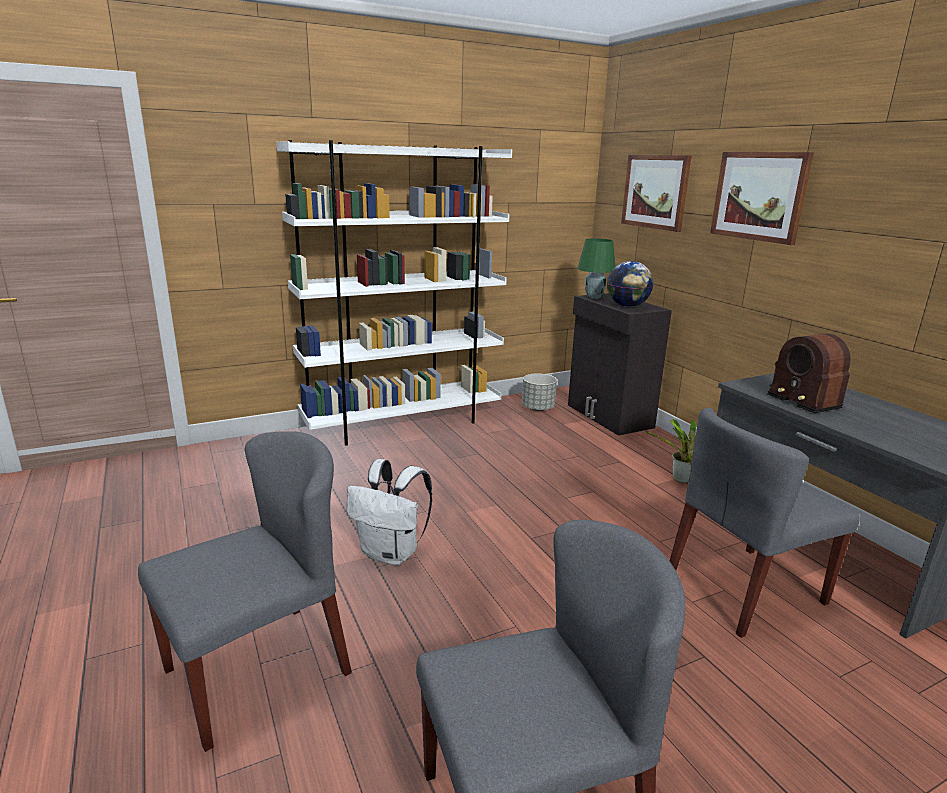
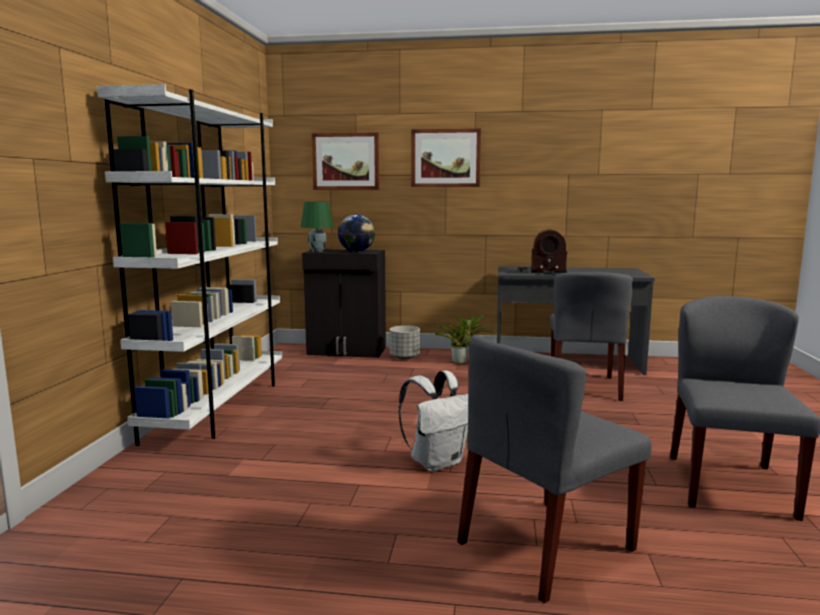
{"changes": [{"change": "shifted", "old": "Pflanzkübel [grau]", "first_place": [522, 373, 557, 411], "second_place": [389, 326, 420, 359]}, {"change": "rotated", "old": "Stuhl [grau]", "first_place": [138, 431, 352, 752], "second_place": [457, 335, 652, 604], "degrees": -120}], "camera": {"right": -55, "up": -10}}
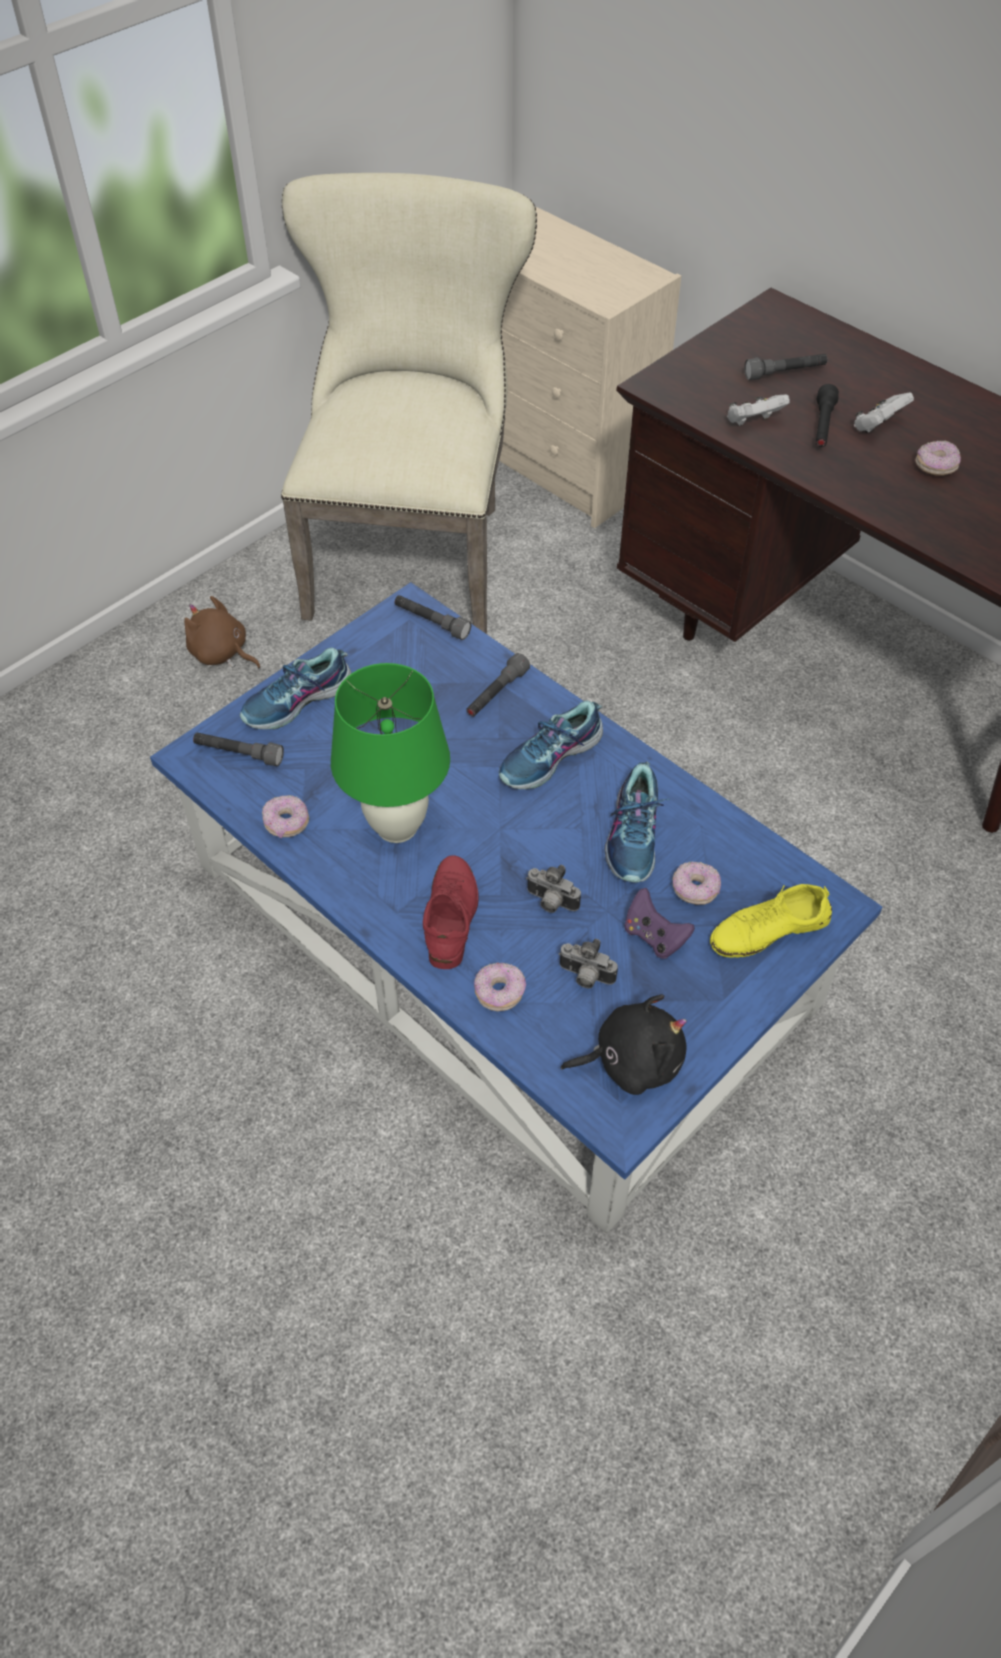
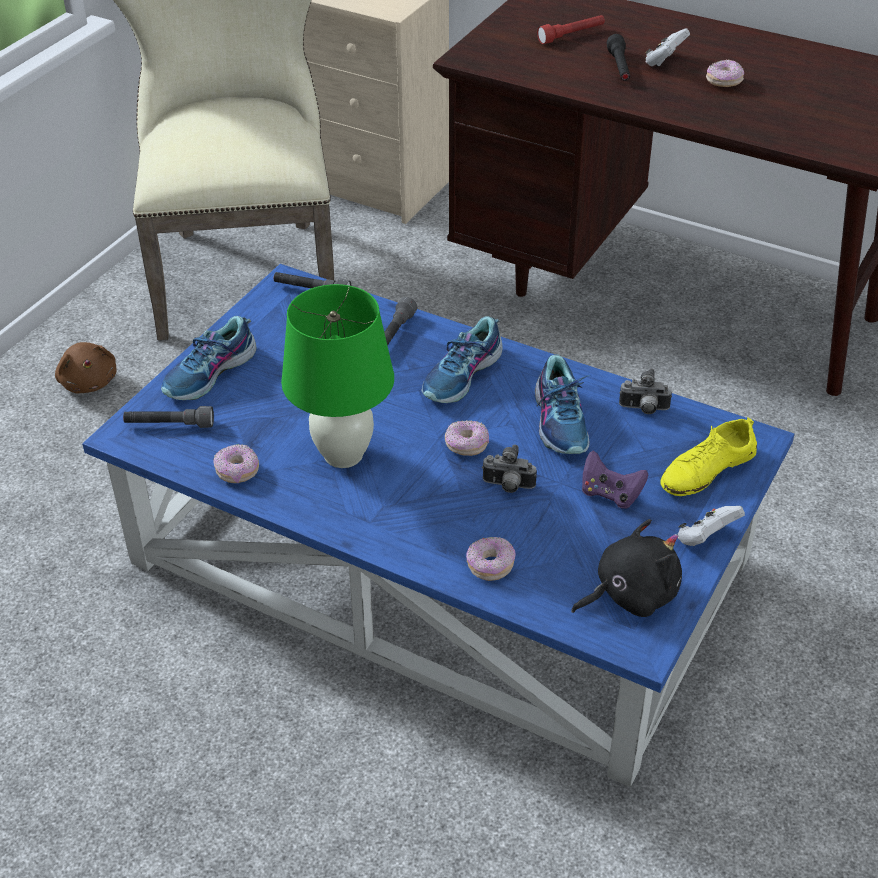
{"changes": [{"change": "repainted", "old": "Taschenlampe [grau]", "new": "Taschenlampe [rot]", "first_place": [744, 354, 828, 380], "second_place": [537, 15, 605, 44]}, {"change": "shifted", "old": "Gamepad [weiß]", "first_place": [727, 394, 790, 426], "second_place": [678, 506, 745, 546]}, {"change": "rotated", "old": "Plüschtier [braun]", "first_place": [184, 596, 261, 668], "second_place": [55, 342, 117, 393], "degrees": -135}, {"change": "gone", "old": "Schuh [rot]", "first_place": [423, 855, 479, 969]}, {"change": "shifted", "old": "Donut", "first_place": [673, 862, 721, 905], "second_place": [445, 420, 489, 456]}, {"change": "shifted", "old": "Kamera", "first_place": [559, 939, 618, 989], "second_place": [619, 369, 672, 414]}], "camera": {"right": -15, "up": -10}}
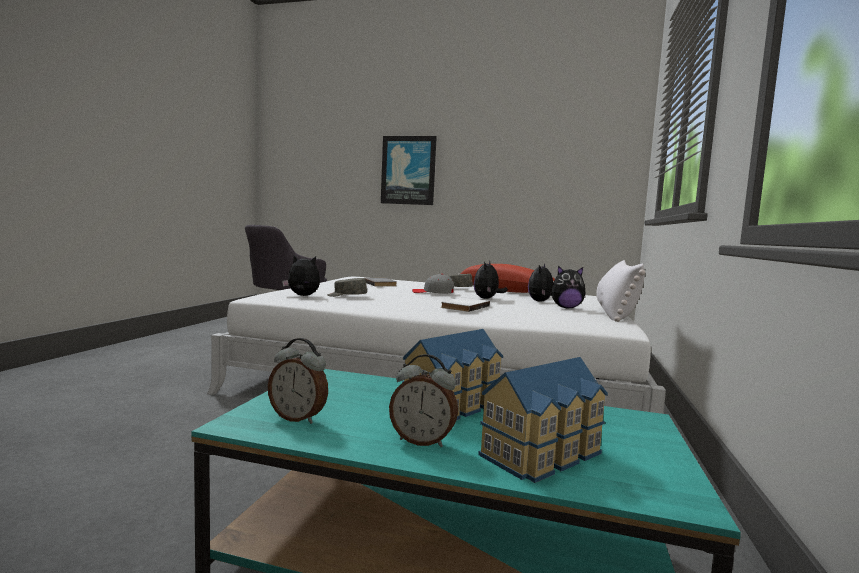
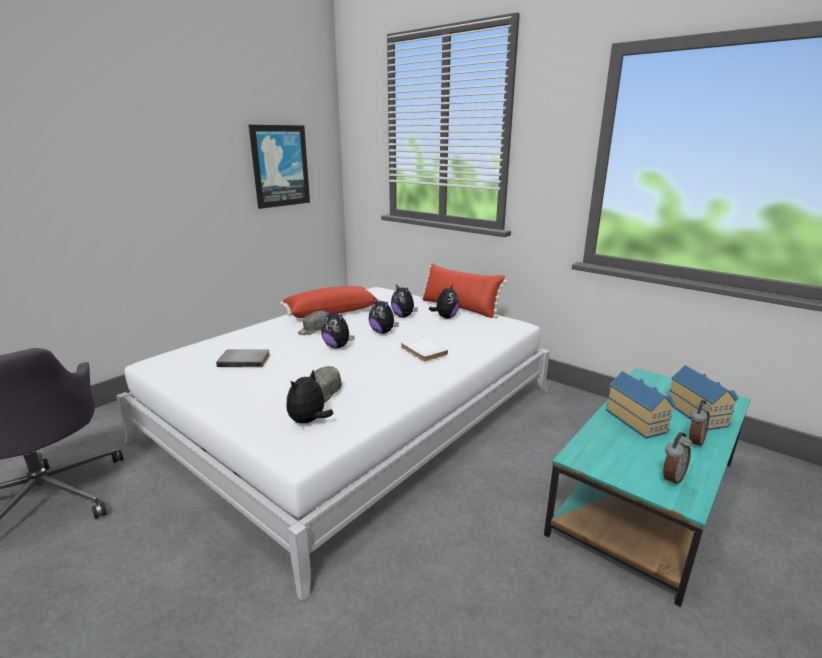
{"changes": [{"change": "shifted", "old": "Bild", "first_place": [381, 136, 437, 205], "second_place": [249, 125, 310, 209]}, {"change": "repainted", "old": "Kissen [weiß]", "new": "Kissen [rot]", "first_place": [596, 260, 645, 322], "second_place": [421, 263, 507, 318]}, {"change": "swapped", "old": "Kappe [grau]", "new": "Plüschtier", "first_place": [412, 274, 454, 293], "second_place": [321, 309, 355, 348]}], "camera": {"right": -65, "up": 15}}
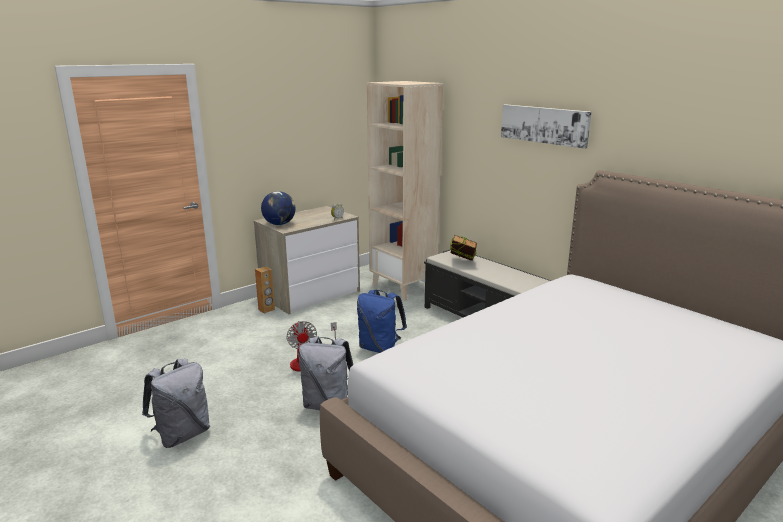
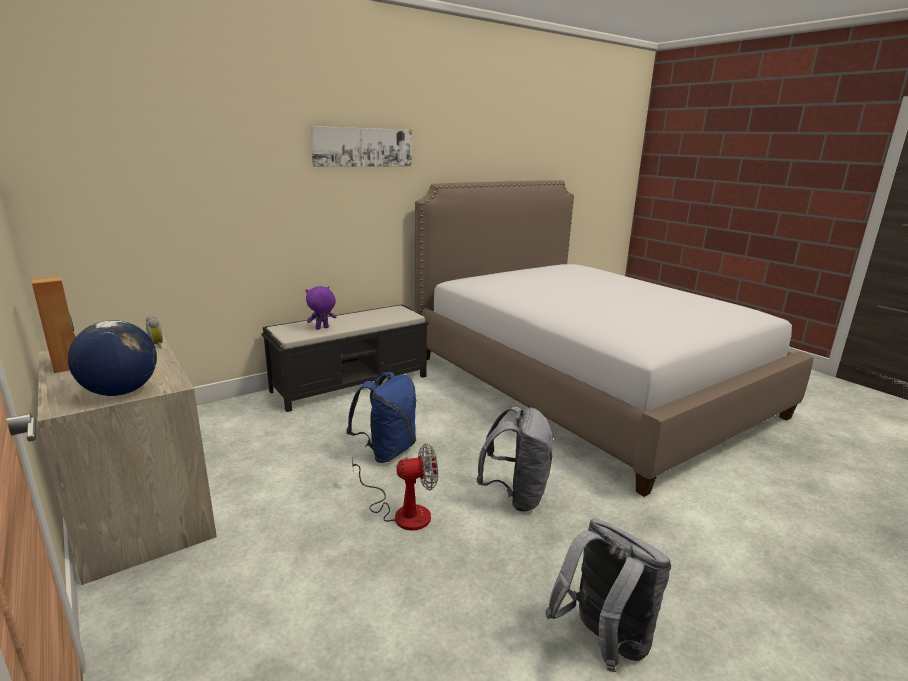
{"changes": [{"change": "gone", "old": "Bücherregal [beige]", "first_place": [367, 81, 443, 301]}, {"change": "swapped", "old": "Buch", "new": "Plüschtier [lila]", "first_place": [450, 235, 477, 261], "second_place": [305, 286, 336, 330]}, {"change": "shifted", "old": "Lautsprecher [braun]", "first_place": [255, 266, 275, 314], "second_place": [31, 275, 76, 373]}], "camera": {"right": -85, "up": 0}}
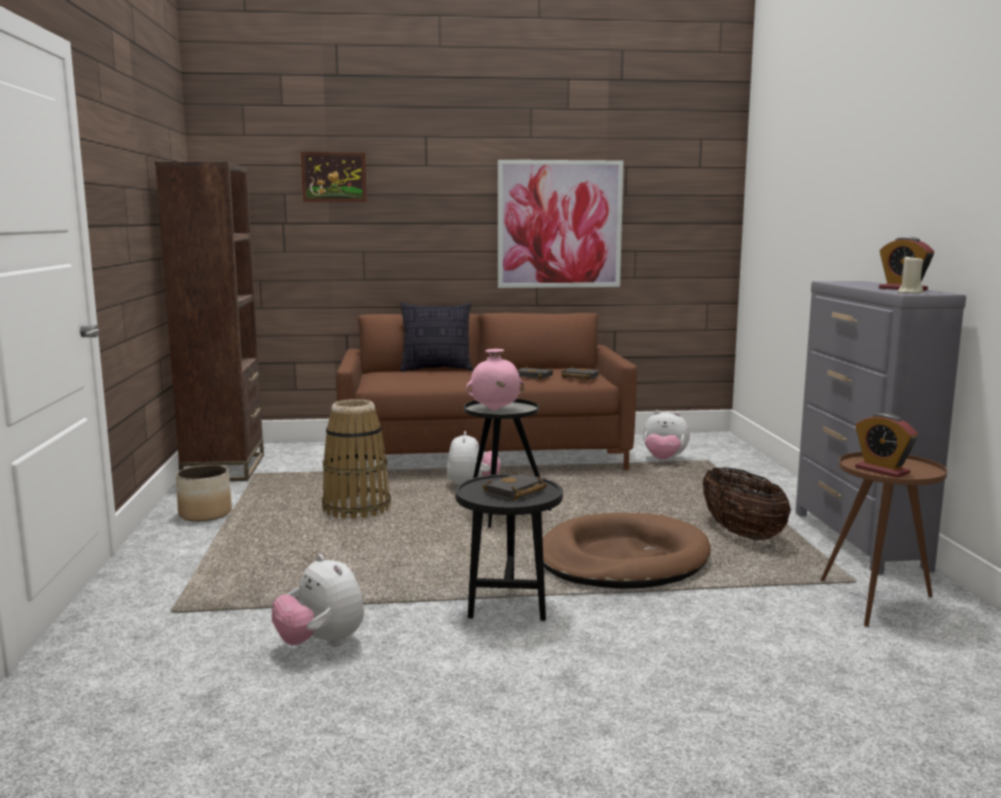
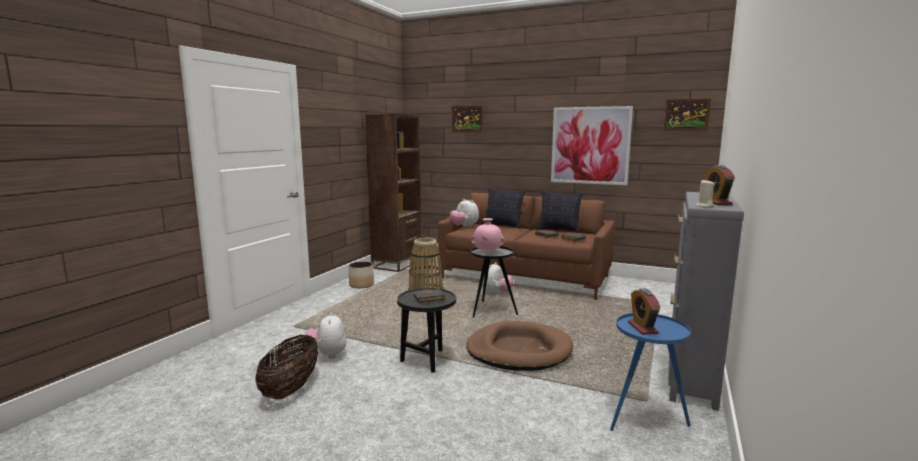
{"changes": [{"change": "shifted", "old": "Plüschtier", "first_place": [643, 410, 690, 460], "second_place": [450, 199, 479, 227]}, {"change": "repainted", "old": "Beistelltisch [braun]", "new": "Beistelltisch [blau]", "first_place": [821, 452, 947, 627], "second_place": [610, 313, 691, 431]}, {"change": "shifted", "old": "Korb", "first_place": [703, 467, 791, 540], "second_place": [255, 335, 318, 399]}, {"change": "new", "new": "Bild", "second_place": [663, 98, 711, 131]}, {"change": "new", "new": "Kissen", "second_place": [537, 190, 583, 233]}], "camera": {"right": 30, "up": 0}}
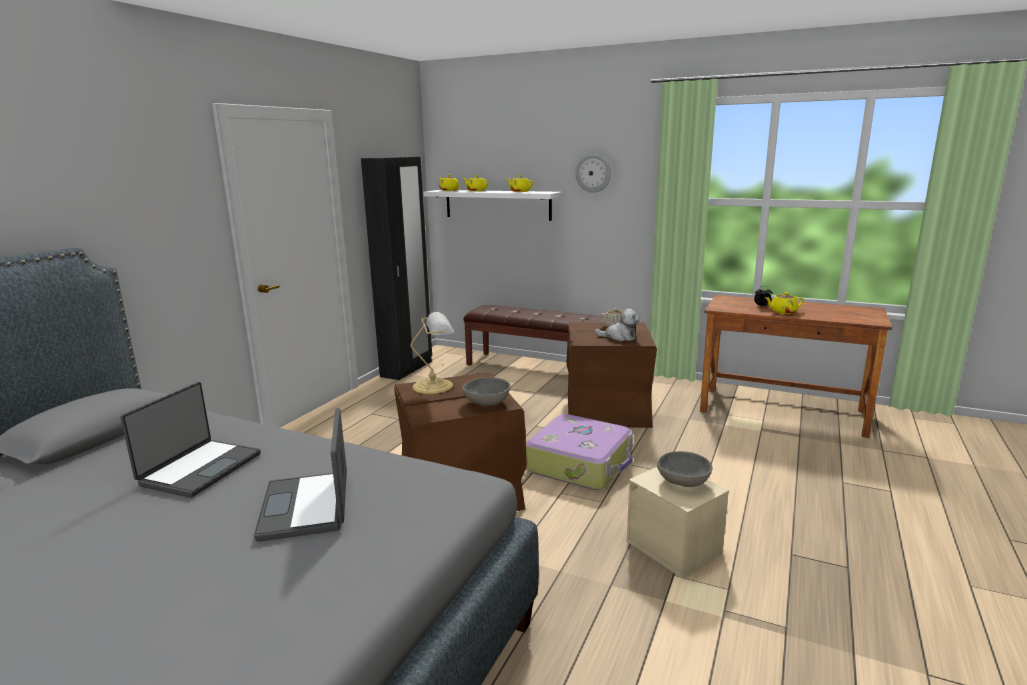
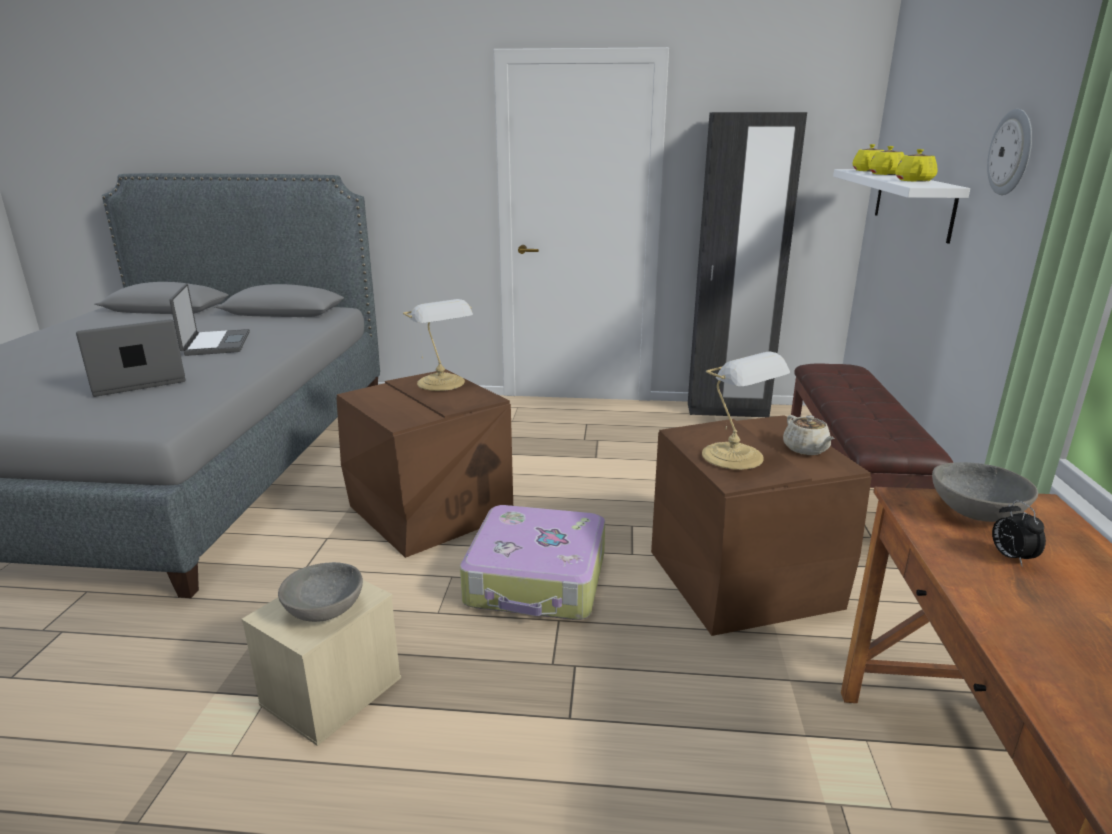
{"changes": [{"change": "gone", "old": "Teekanne [gelb]", "first_place": [764, 292, 804, 314]}, {"change": "swapped", "old": "Plüschtier", "new": "Tischlampe", "first_place": [595, 309, 640, 341], "second_place": [702, 351, 790, 470]}, {"change": "shifted", "old": "Schüssel [grau]", "first_place": [462, 377, 511, 406], "second_place": [932, 462, 1038, 522]}, {"change": "rotated", "old": "Laptop", "first_place": [120, 382, 261, 498], "second_place": [169, 284, 250, 356], "degrees": -105}], "camera": {"right": 70, "up": 5}}
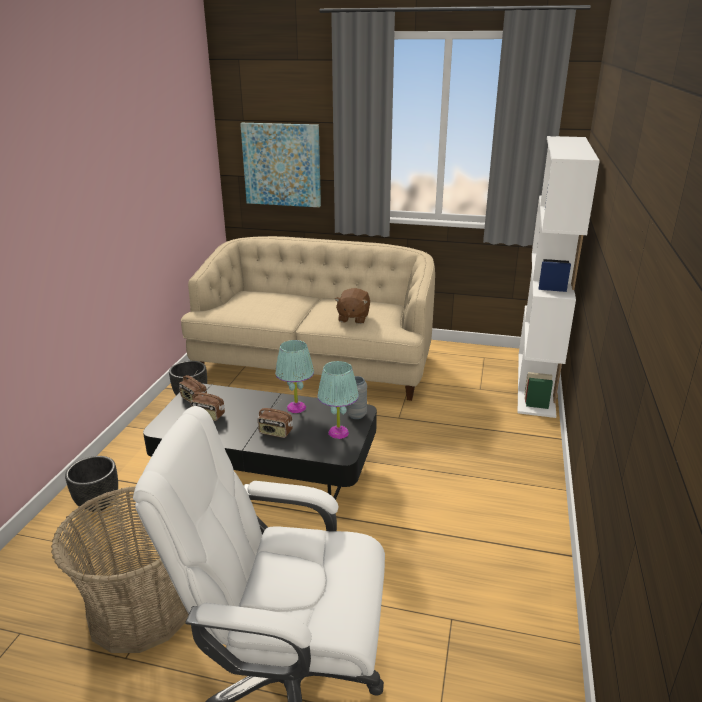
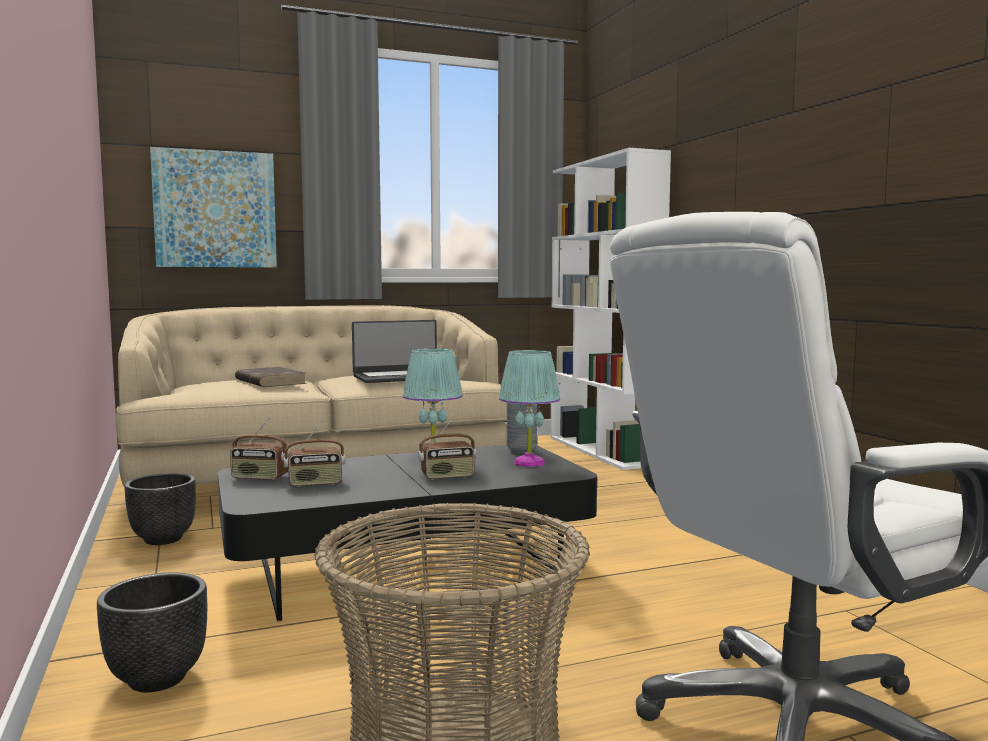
{"changes": [{"change": "swapped", "old": "Plüschtier [braun]", "new": "Laptop", "first_place": [335, 288, 370, 324], "second_place": [352, 320, 437, 383]}, {"change": "new", "new": "Buch [braun]", "second_place": [235, 367, 307, 387]}], "camera": {"right": -35, "up": -20}}
